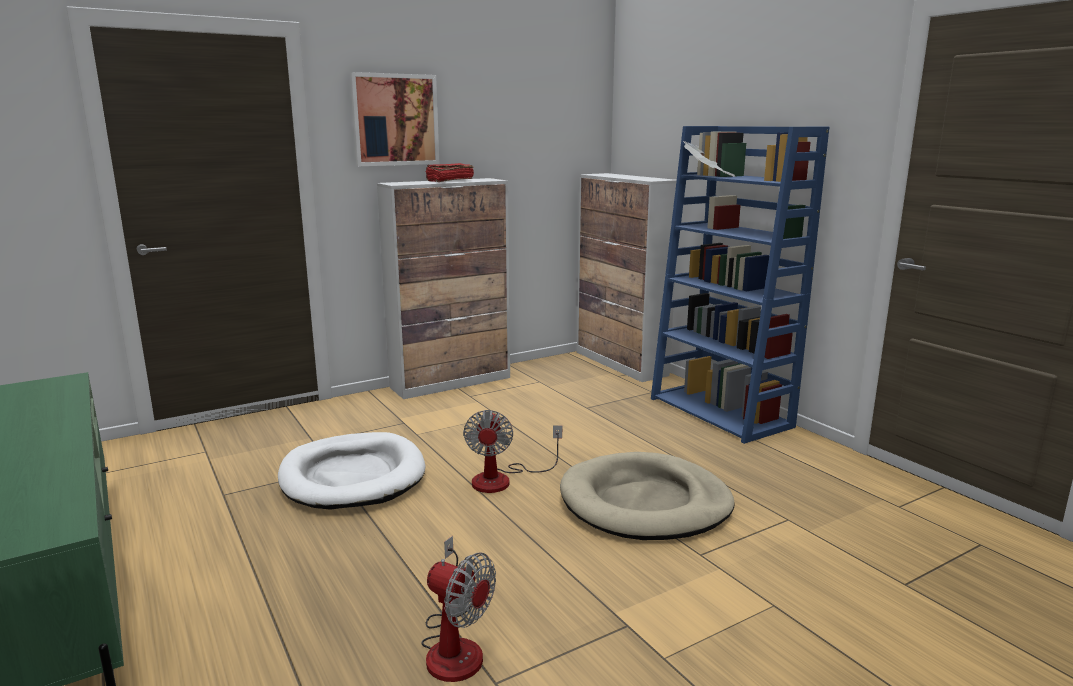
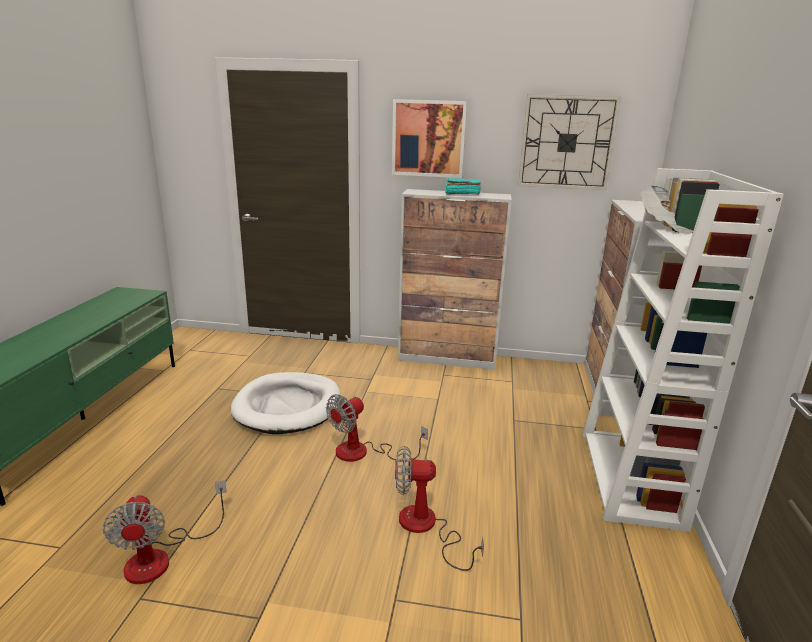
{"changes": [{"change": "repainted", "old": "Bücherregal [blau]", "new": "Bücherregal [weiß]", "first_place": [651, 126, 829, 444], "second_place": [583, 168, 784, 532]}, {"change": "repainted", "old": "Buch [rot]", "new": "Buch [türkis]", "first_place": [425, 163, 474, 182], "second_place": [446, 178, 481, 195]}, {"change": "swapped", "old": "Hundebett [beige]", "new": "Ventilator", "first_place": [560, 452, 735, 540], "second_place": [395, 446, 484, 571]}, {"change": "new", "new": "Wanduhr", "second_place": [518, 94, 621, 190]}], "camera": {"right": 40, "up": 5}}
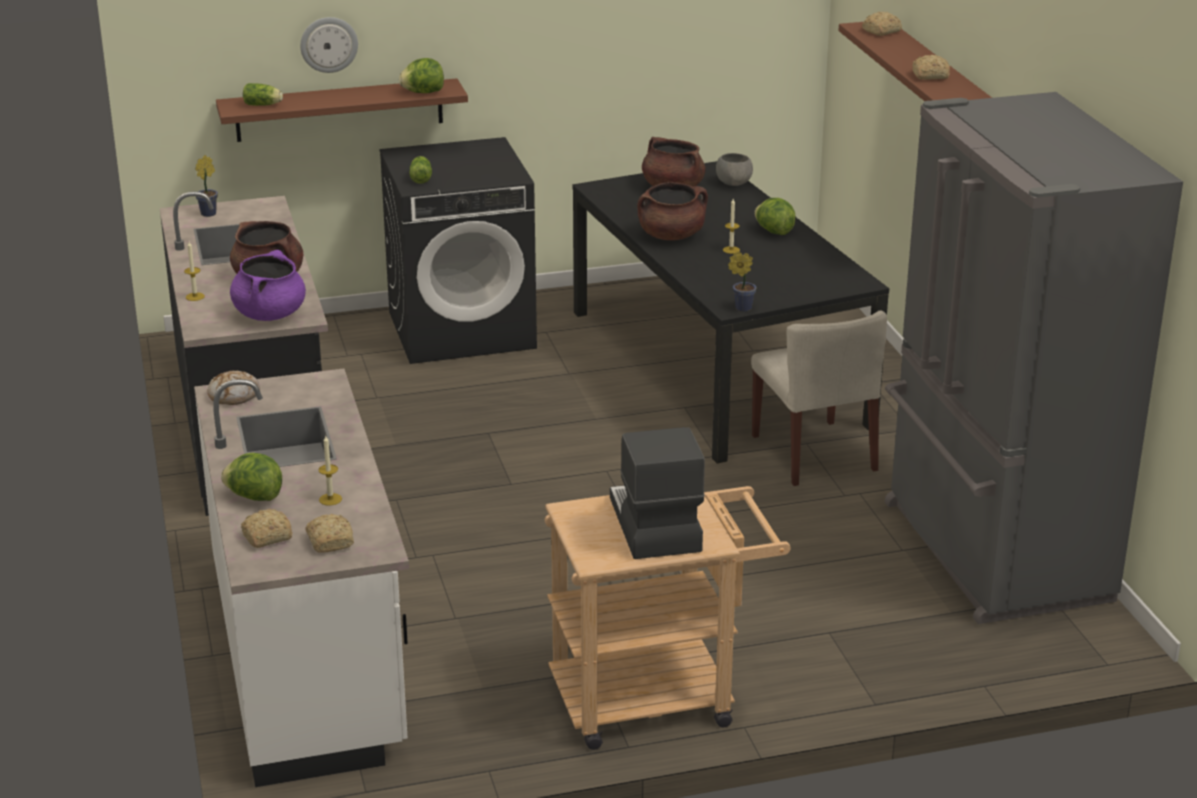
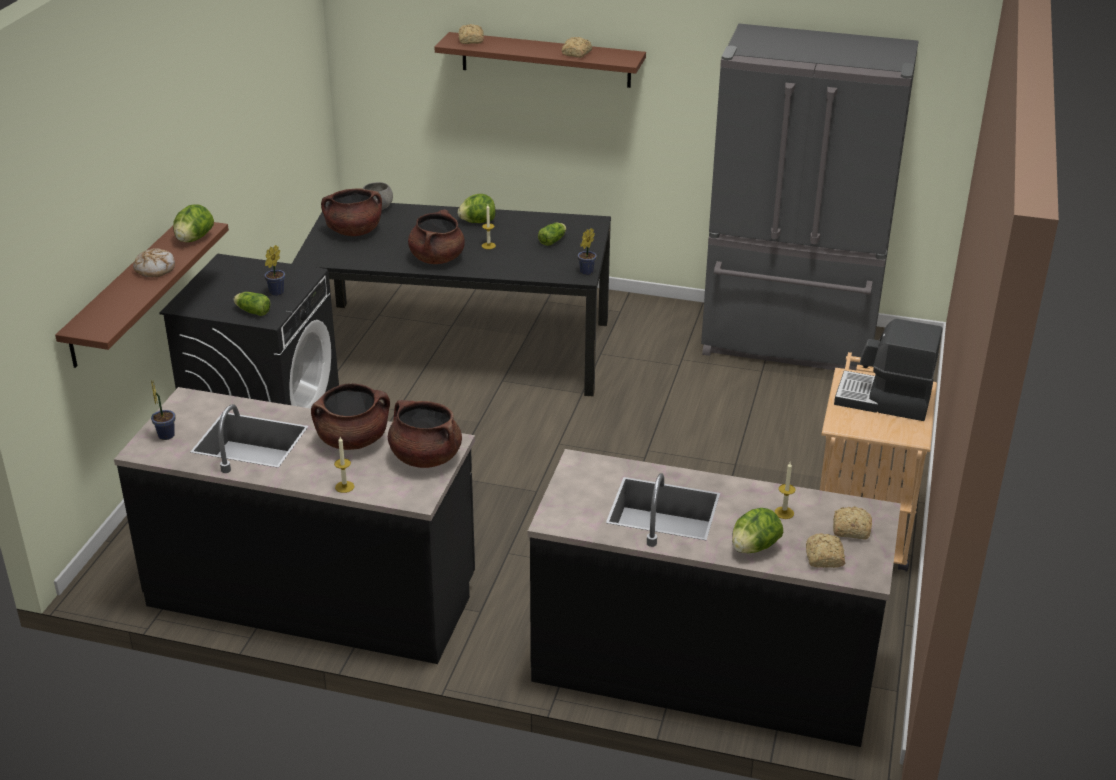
{"changes": [{"change": "gone", "old": "Wanduhr", "first_place": [300, 17, 358, 73]}, {"change": "shifted", "old": "Salatkopf", "first_place": [243, 83, 283, 106], "second_place": [538, 223, 566, 246]}, {"change": "repainted", "old": "Kochtopf [lila]", "new": "Kochtopf [braun]", "first_place": [230, 250, 306, 321], "second_place": [388, 400, 462, 468]}, {"change": "gone", "old": "Stuhl [beige]", "first_place": [751, 311, 887, 486]}, {"change": "repainted", "old": "Küchenzeile [weiß]", "new": "Küchenzeile [schwarz]", "first_place": [194, 369, 409, 787], "second_place": [528, 449, 901, 747]}, {"change": "shifted", "old": "Brot", "first_place": [207, 371, 260, 405], "second_place": [133, 248, 175, 277]}, {"change": "new", "new": "Topfpflanze", "second_place": [264, 245, 285, 296]}], "camera": {"right": -60, "up": 5}}
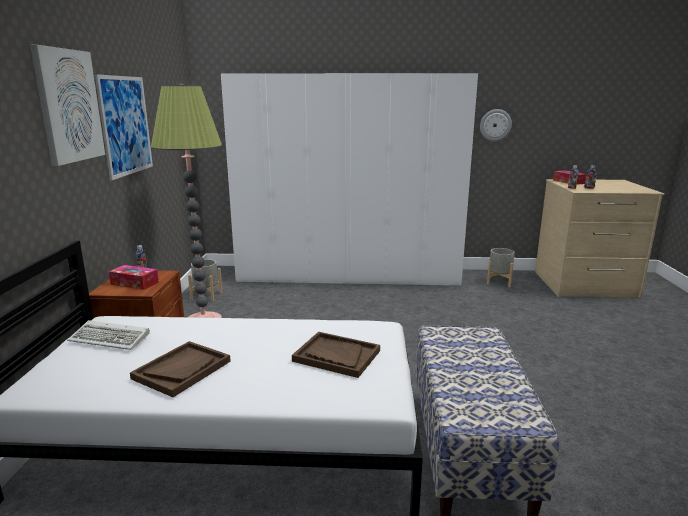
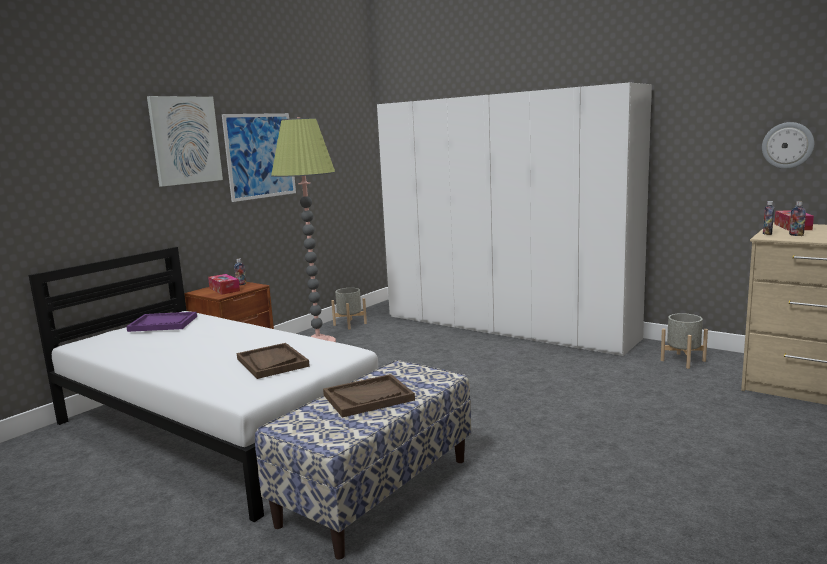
{"changes": [{"change": "shifted", "old": "Wanduhr", "first_place": [480, 109, 512, 141], "second_place": [762, 122, 814, 169]}, {"change": "swapped", "old": "Tastatur", "new": "Tablett [lila]", "first_place": [67, 320, 150, 350], "second_place": [126, 312, 197, 332]}, {"change": "shifted", "old": "Tablett [braun]", "first_place": [130, 341, 231, 397], "second_place": [323, 374, 415, 418]}], "camera": {"right": 35, "up": -5}}
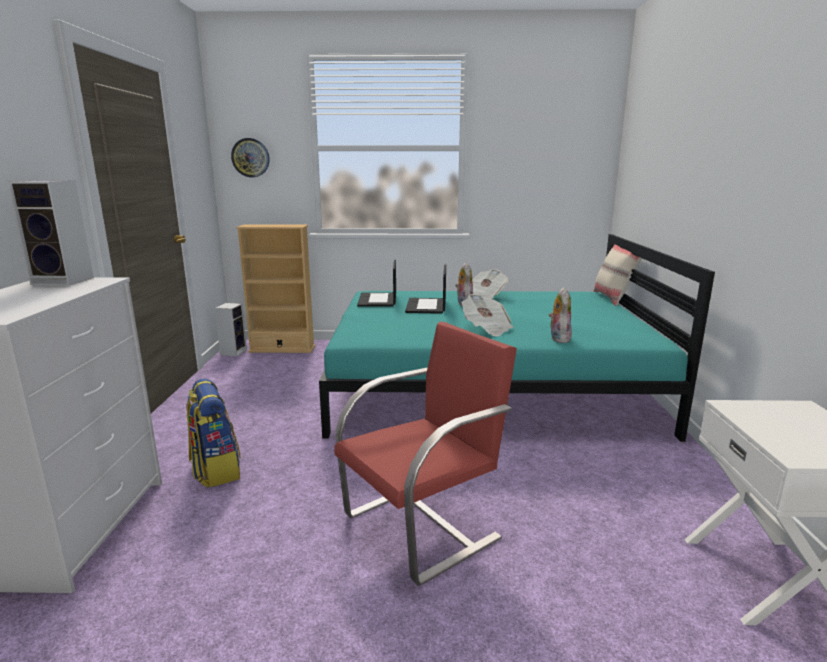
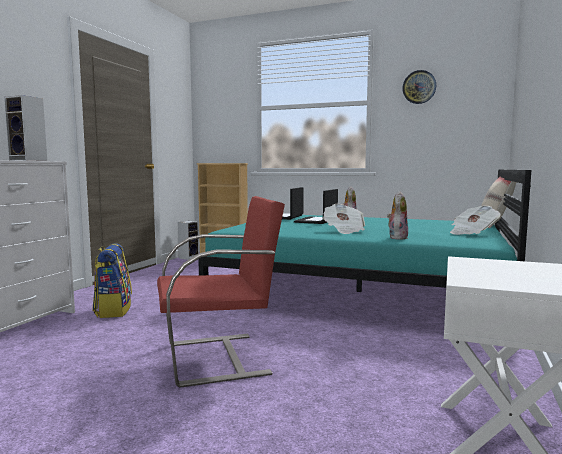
{"changes": [{"change": "shifted", "old": "Wanduhr", "first_place": [231, 138, 270, 177], "second_place": [402, 70, 436, 104]}, {"change": "shifted", "old": "Zeitung", "first_place": [472, 269, 508, 299], "second_place": [450, 205, 500, 235]}], "camera": {"right": 20, "up": -10}}
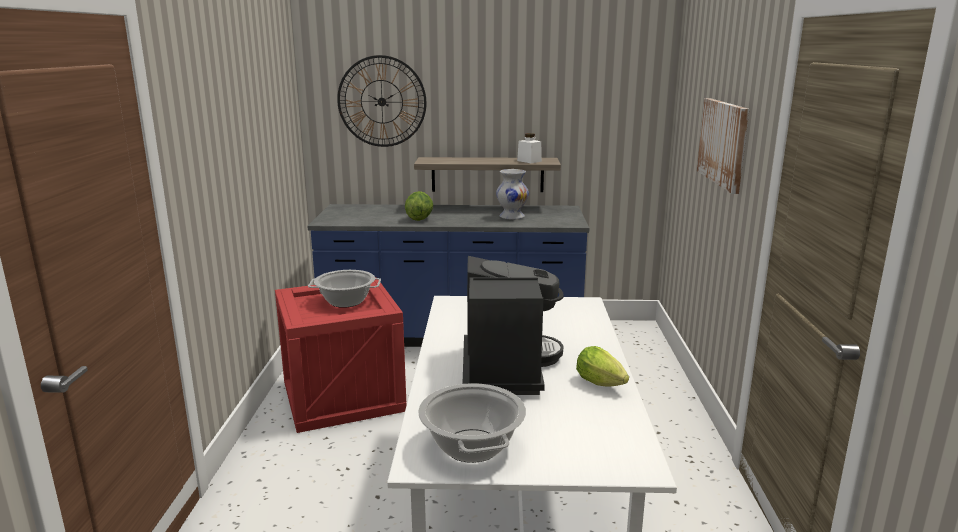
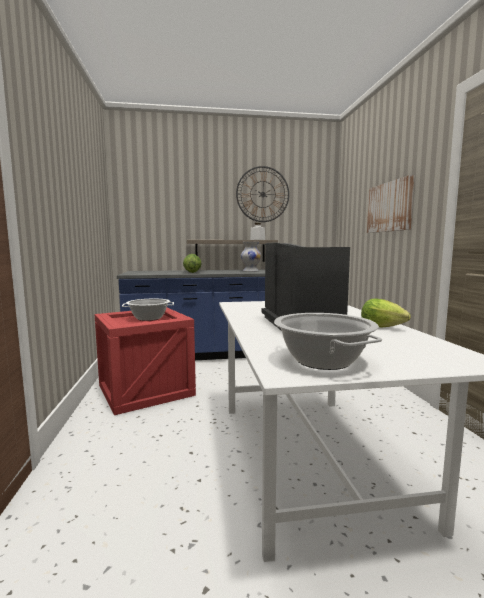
{"changes": [{"change": "shifted", "old": "Wanduhr", "first_place": [337, 55, 426, 147], "second_place": [236, 166, 289, 222]}], "camera": {"right": -10, "up": -10}}
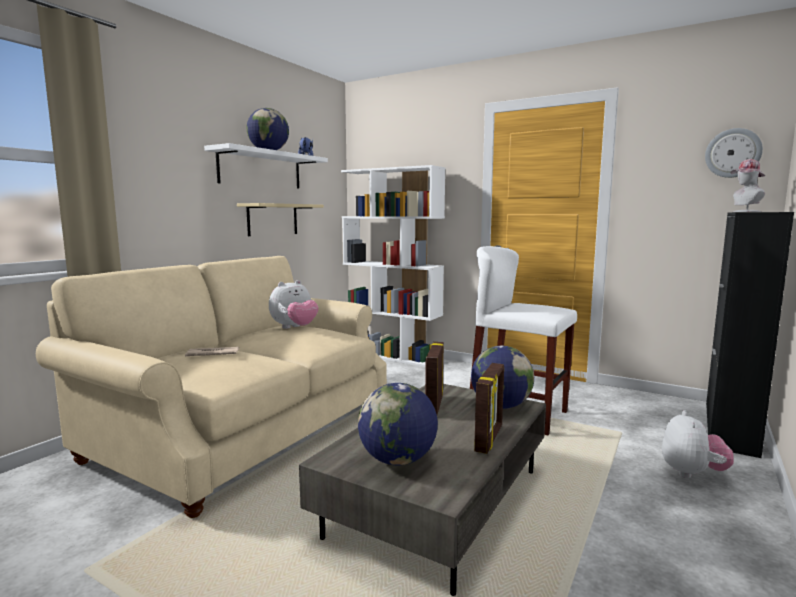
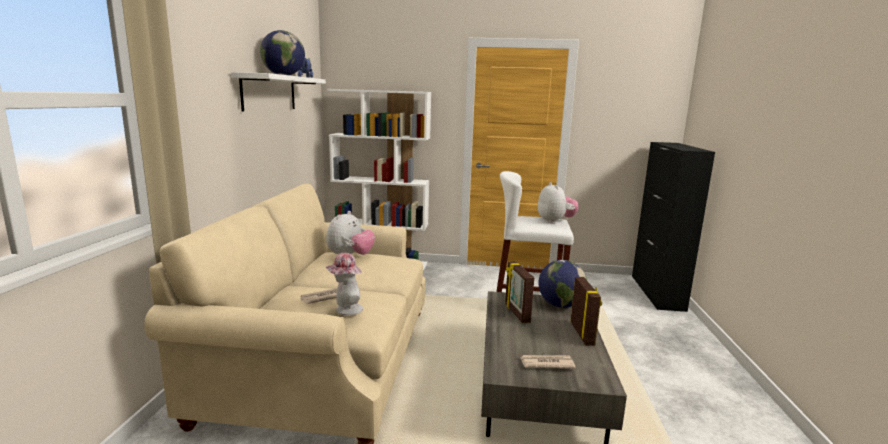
{"changes": [{"change": "gone", "old": "Wanduhr", "first_place": [705, 128, 763, 178]}, {"change": "shifted", "old": "Hut", "first_place": [731, 159, 765, 212], "second_place": [326, 253, 363, 315]}, {"change": "gone", "old": "Wandregal [beige]", "first_place": [237, 203, 324, 236]}, {"change": "swapped", "old": "Globus", "new": "Zeitung", "first_place": [358, 383, 438, 465], "second_place": [520, 355, 576, 369]}, {"change": "shifted", "old": "Plüschtier", "first_place": [662, 410, 734, 478], "second_place": [538, 182, 578, 224]}], "camera": {"right": -25, "up": 5}}
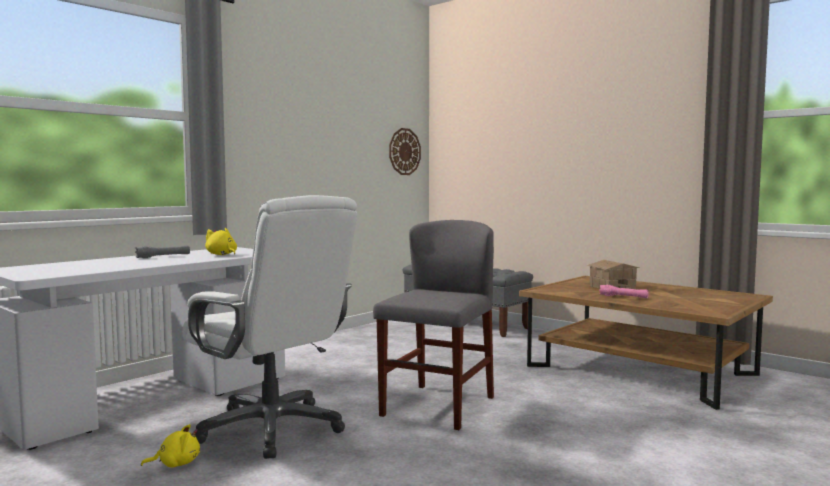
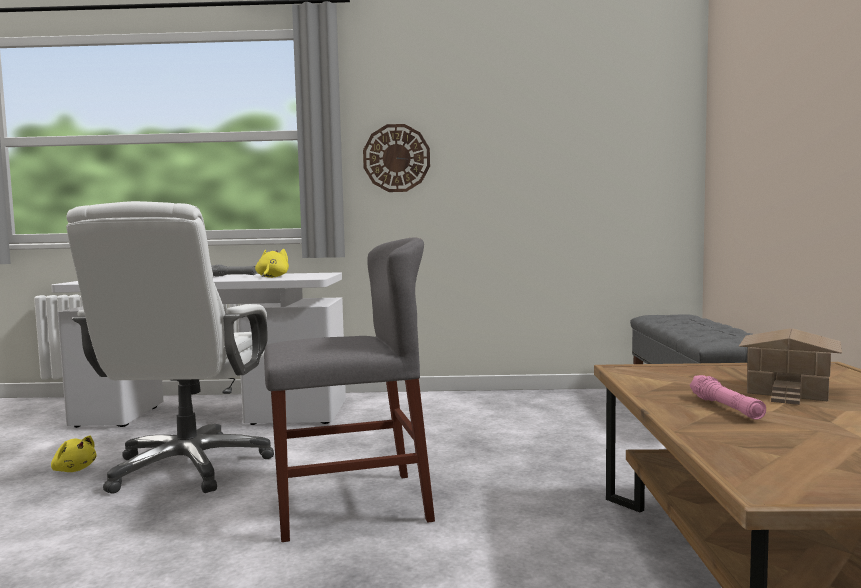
{"changes": [{"change": "shifted", "old": "Wanduhr", "first_place": [389, 128, 421, 175], "second_place": [363, 124, 430, 192]}], "camera": {"right": 50, "up": 0}}
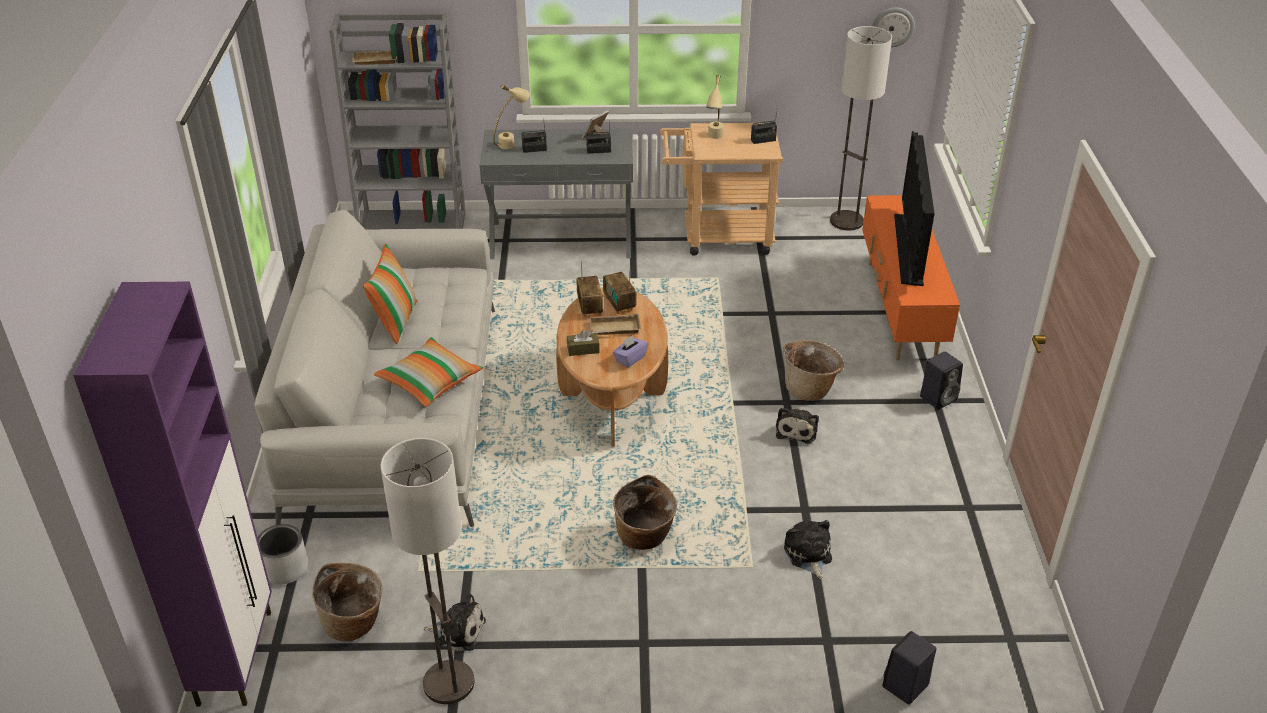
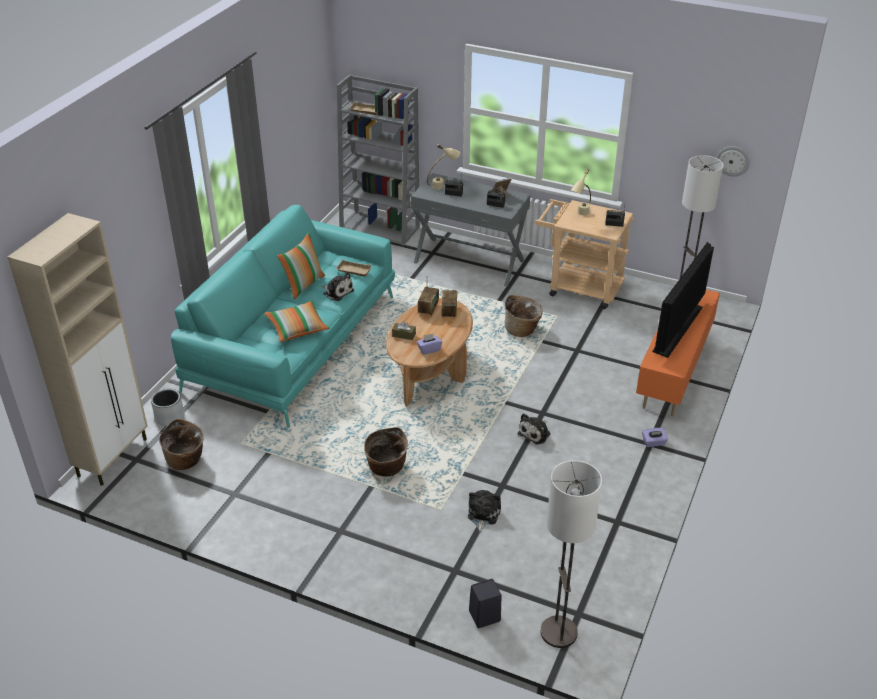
{"changes": [{"change": "repainted", "old": "Sofa [weiß]", "new": "Sofa [türkis]", "first_place": [255, 210, 495, 527], "second_place": [171, 205, 395, 428]}, {"change": "repainted", "old": "Schrank [lila]", "new": "Schrank [beige]", "first_place": [73, 282, 272, 706], "second_place": [7, 213, 148, 486]}, {"change": "shifted", "old": "Tablett [beige]", "first_place": [589, 313, 641, 335], "second_place": [336, 260, 372, 277]}, {"change": "shifted", "old": "Korb", "first_place": [783, 340, 844, 401], "second_place": [505, 295, 543, 337]}, {"change": "swapped", "old": "Lautsprecher [schwarz]", "new": "Taschentuchbox [lila]", "first_place": [920, 351, 963, 410], "second_place": [642, 428, 668, 447]}, {"change": "shifted", "old": "Stehlampe", "first_place": [380, 438, 475, 704], "second_place": [540, 460, 602, 648]}, {"change": "shifted", "old": "Plüschtier", "first_place": [423, 593, 486, 651], "second_place": [321, 272, 354, 301]}], "camera": {"right": 25, "up": 0}}
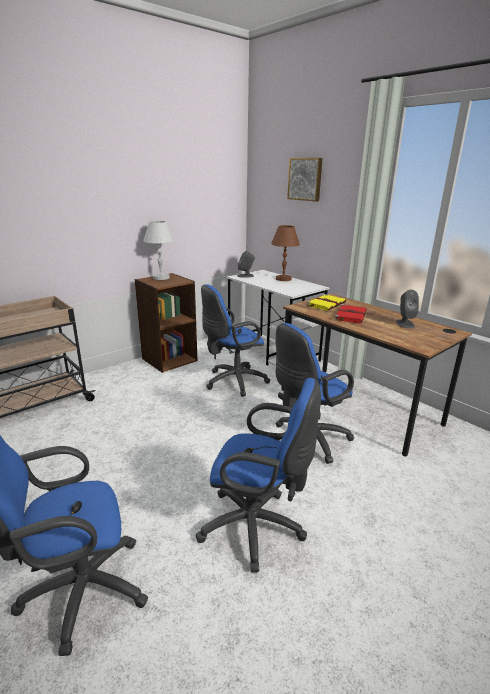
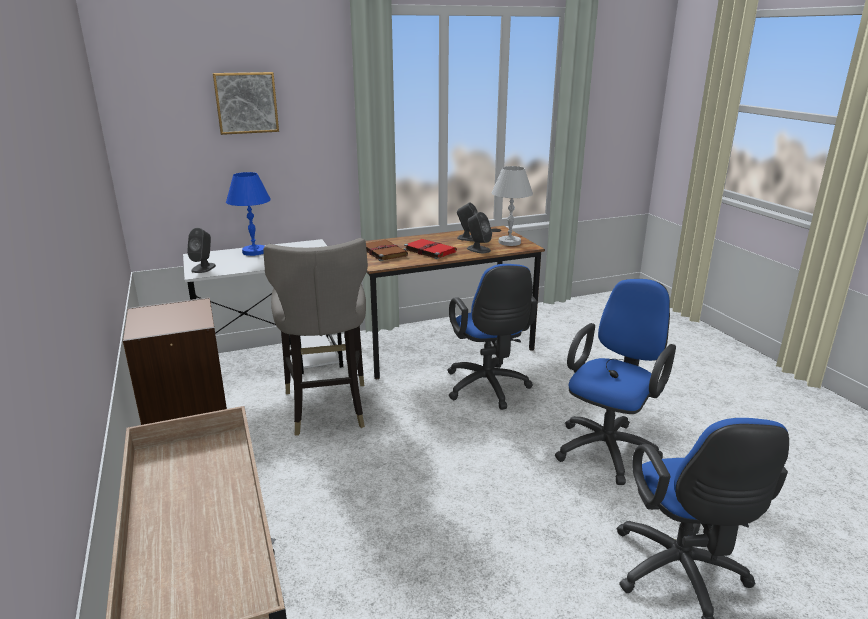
{"changes": [{"change": "shifted", "old": "Tischlampe [weiß]", "first_place": [143, 221, 174, 280], "second_place": [492, 166, 533, 246]}, {"change": "repainted", "old": "Tischlampe [braun]", "new": "Tischlampe [blau]", "first_place": [271, 225, 300, 281], "second_place": [226, 172, 271, 256]}, {"change": "swapped", "old": "Bürostuhl [blau]", "new": "Hocker [grau]", "first_place": [201, 284, 270, 397], "second_place": [263, 238, 368, 436]}, {"change": "repainted", "old": "Buch [gelb]", "new": "Buch [braun]", "first_place": [306, 294, 346, 311], "second_place": [366, 240, 408, 261]}, {"change": "new", "new": "Lautsprecher [grau]", "second_place": [467, 212, 492, 253]}], "camera": {"right": -70, "up": 0}}
